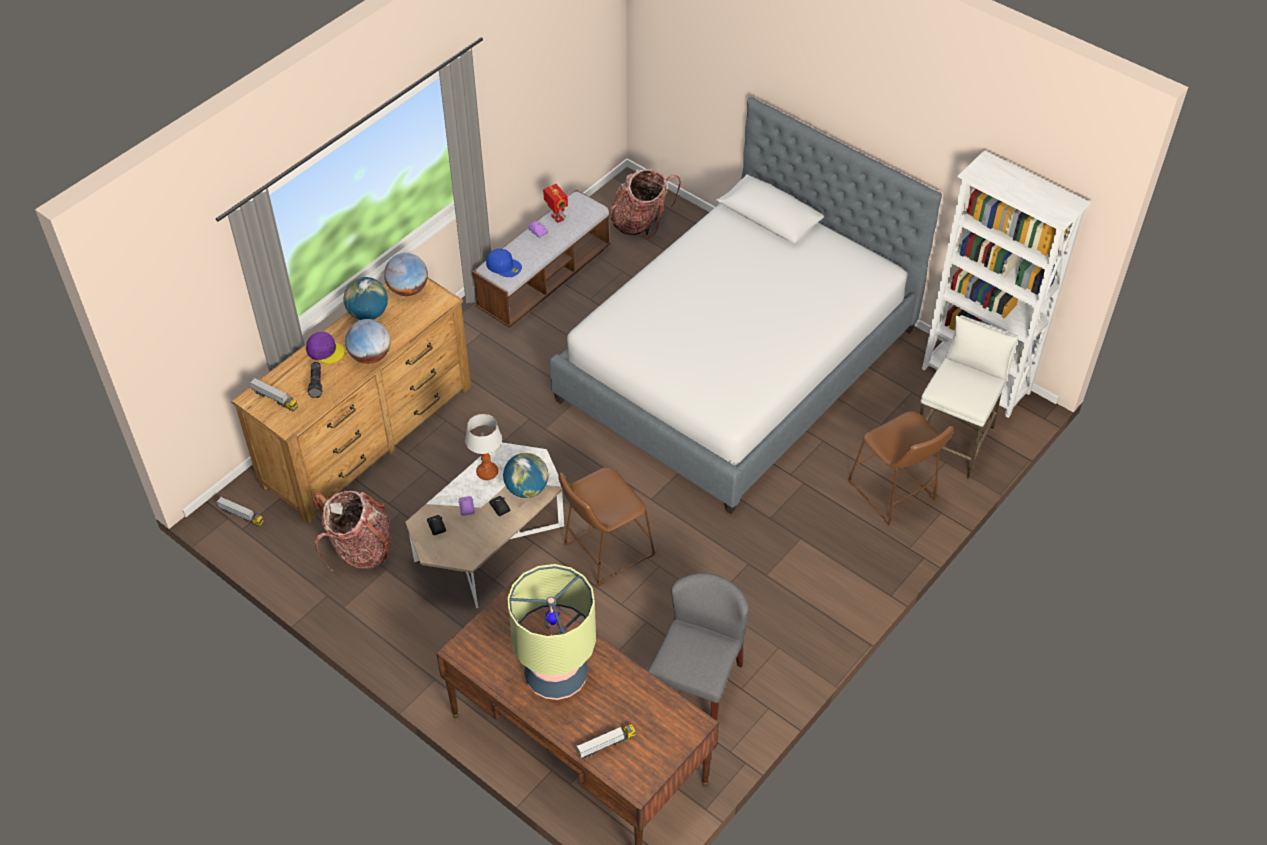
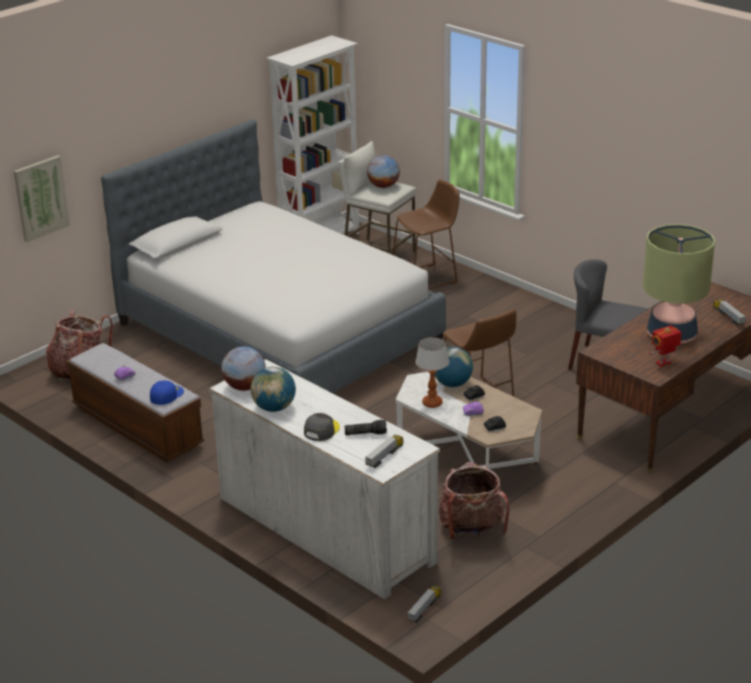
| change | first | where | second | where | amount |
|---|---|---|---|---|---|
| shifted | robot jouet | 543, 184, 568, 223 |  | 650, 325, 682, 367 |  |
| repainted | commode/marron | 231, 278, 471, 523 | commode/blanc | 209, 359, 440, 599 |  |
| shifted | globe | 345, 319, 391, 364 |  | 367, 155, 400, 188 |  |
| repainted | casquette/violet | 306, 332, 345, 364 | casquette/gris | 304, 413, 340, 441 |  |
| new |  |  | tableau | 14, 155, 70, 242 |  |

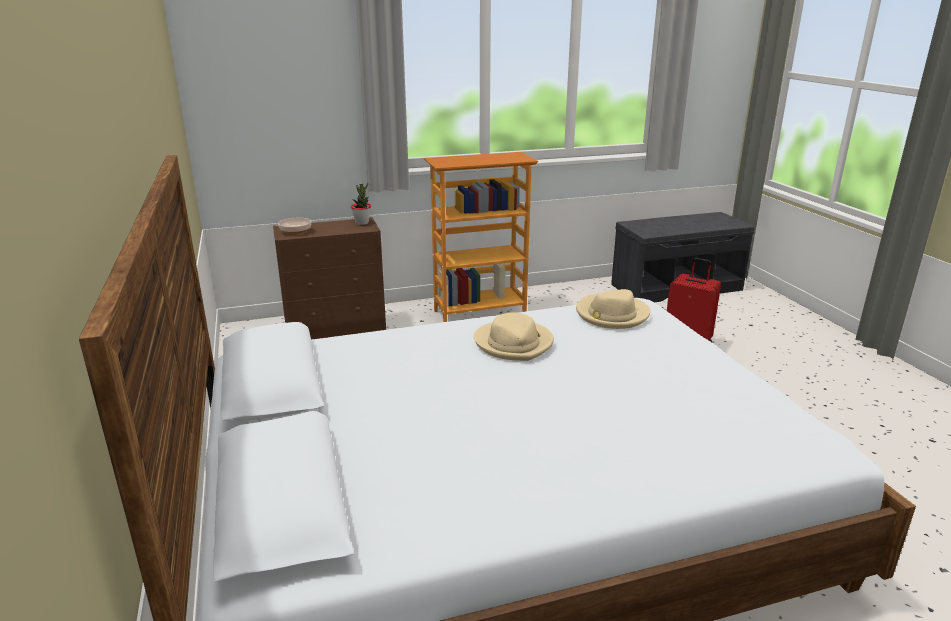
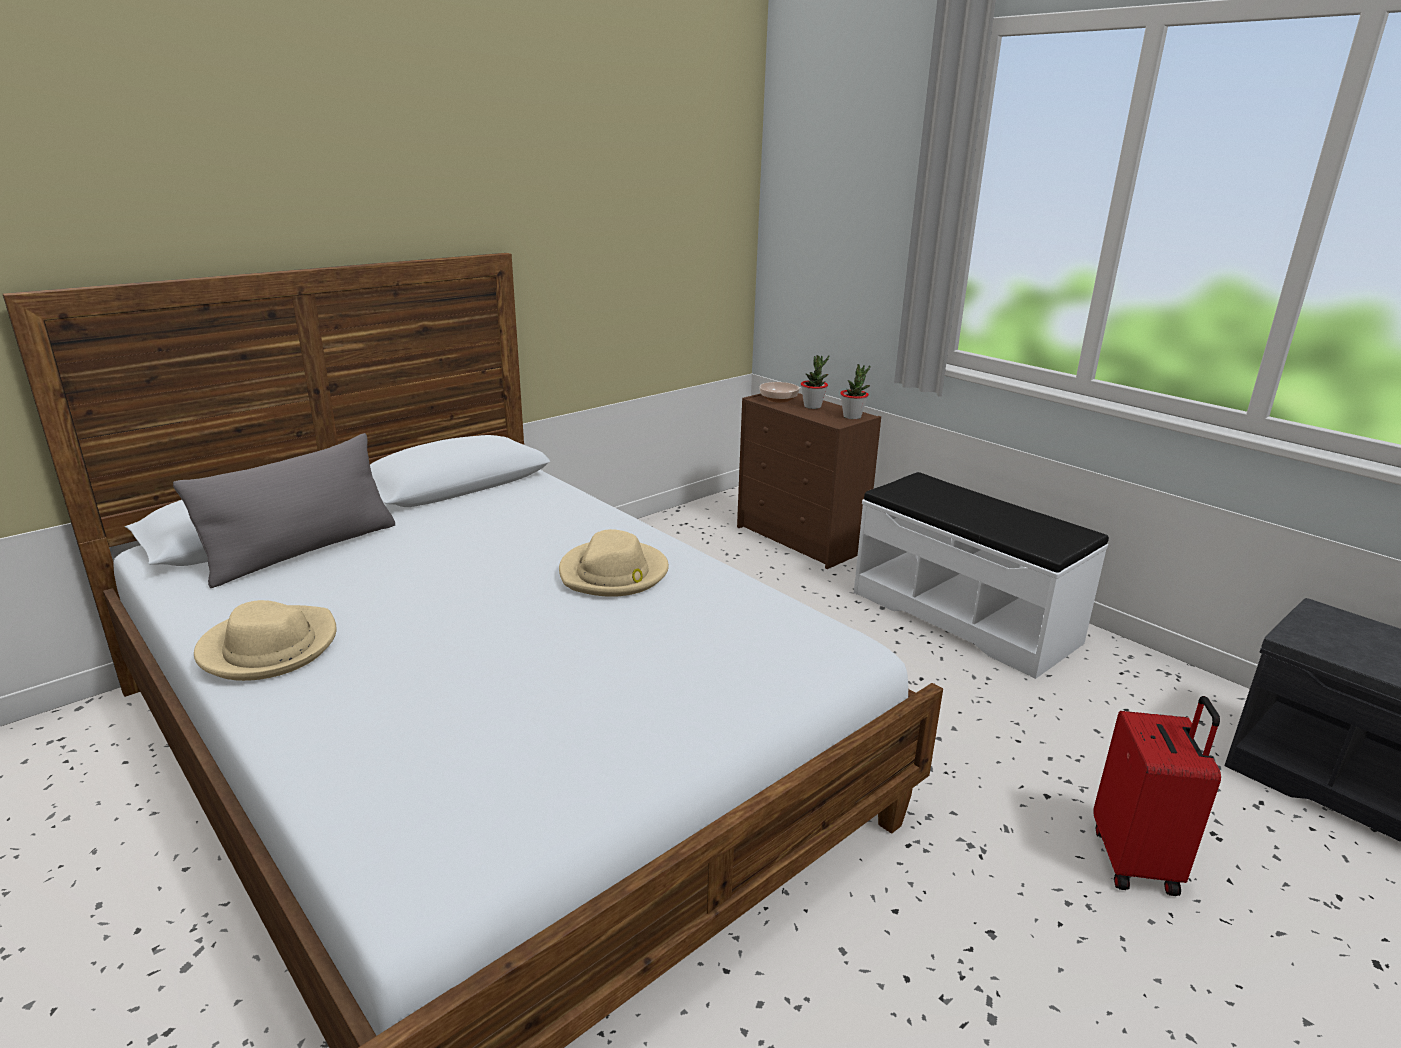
| change | first | where | second | where | amount |
|---|---|---|---|---|---|
| swapped | bibliothèque | 424, 152, 538, 322 | banc/blanc | 854, 472, 1109, 679 |  |
| shifted | chapeau/beige | 576, 289, 650, 329 |  | 194, 600, 337, 681 |  |
| new |  |  | plante en pot | 801, 355, 829, 409 |  |
| new |  |  | coussin/gris | 173, 433, 395, 588 |  |

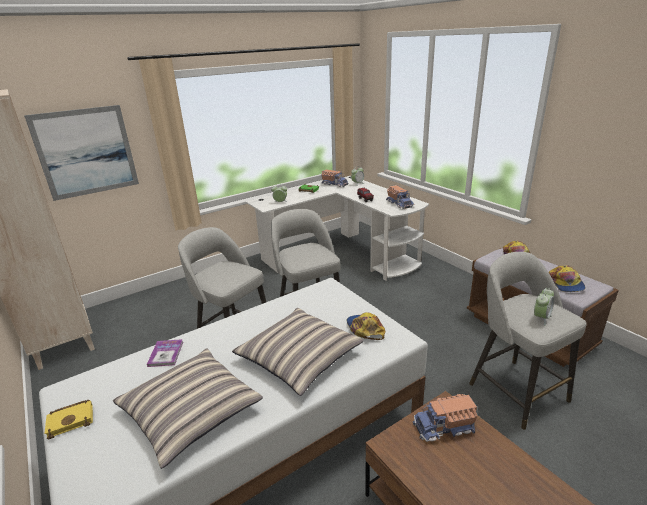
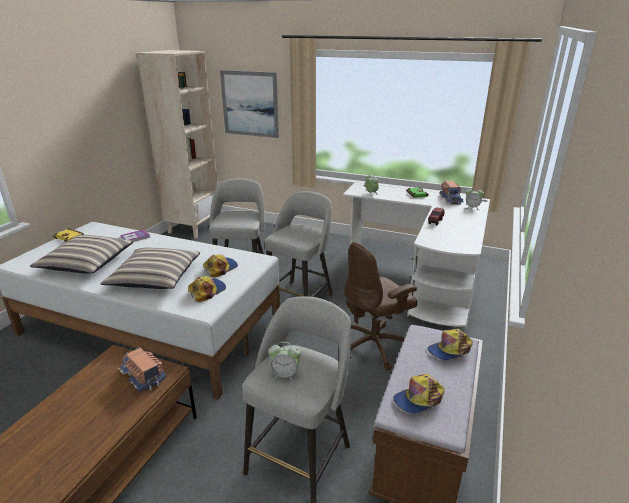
| change | first | where | second | where | amount |
|---|---|---|---|---|---|
| gone | camion jouet | 386, 185, 414, 209 |  |  |  |
| new |  |  | chaise de bureau/marron | 344, 242, 418, 370 |  |
| new |  |  | casquette | 203, 255, 238, 277 |  |

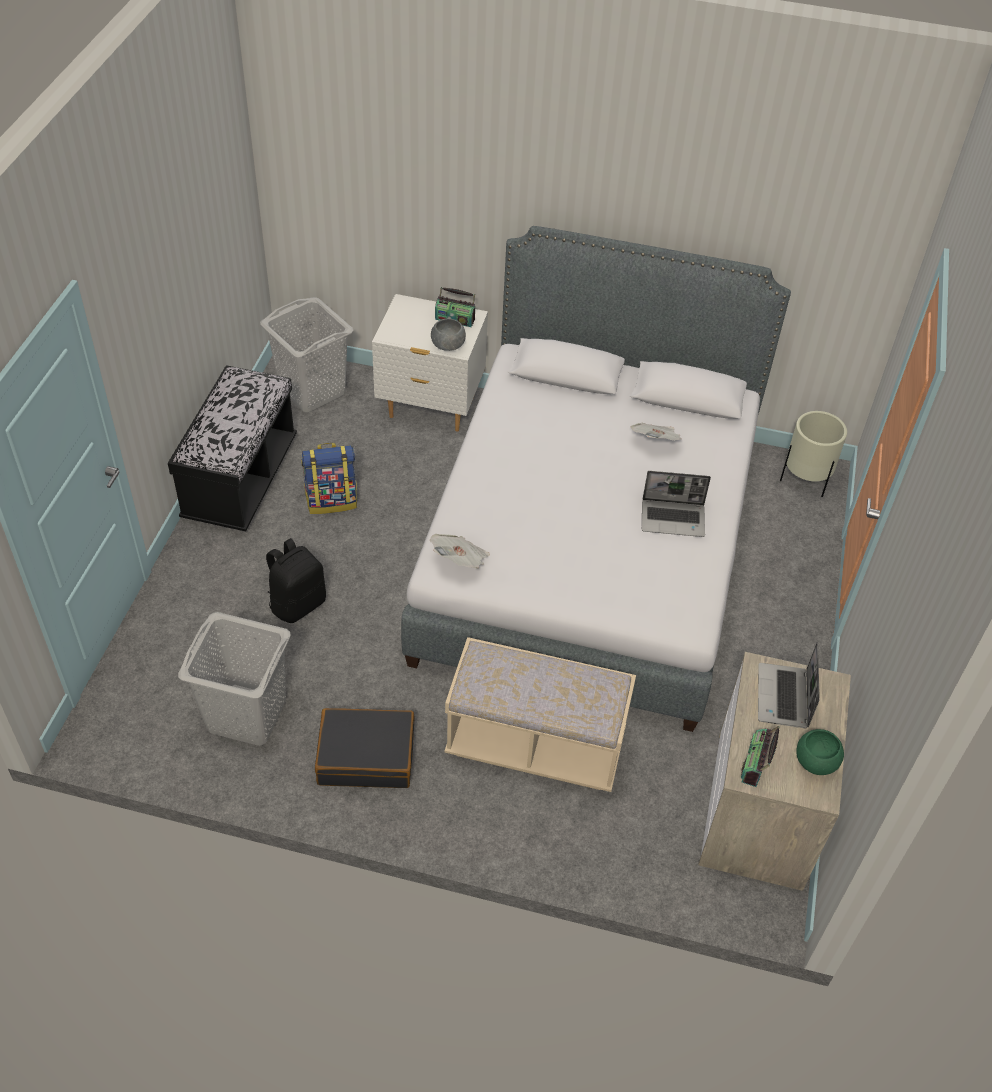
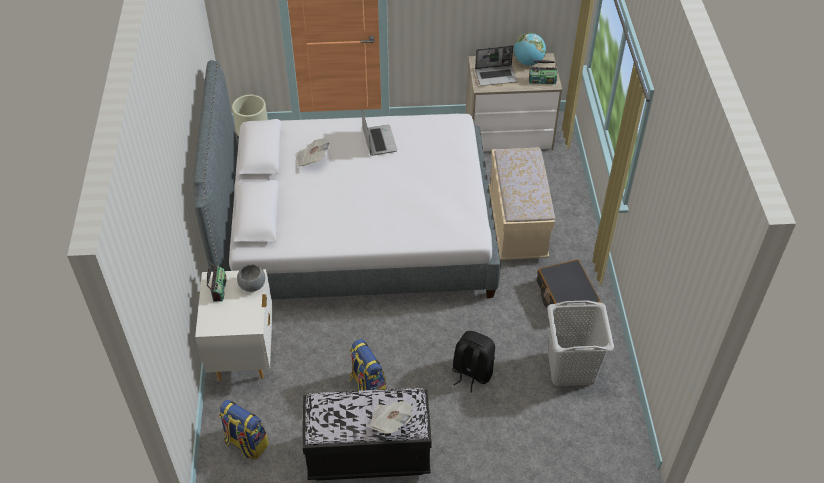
| change | first | where | second | where | amount |
|---|---|---|---|---|---|
| swapped | panier à linge/gris | 260, 297, 353, 412 | sac à dos | 219, 400, 269, 459 |  |
| shifted | journal | 430, 534, 490, 569 |  | 369, 401, 413, 434 |  |
| swapped | bol/vert | 796, 729, 844, 775 | globe | 514, 33, 546, 66 |  |

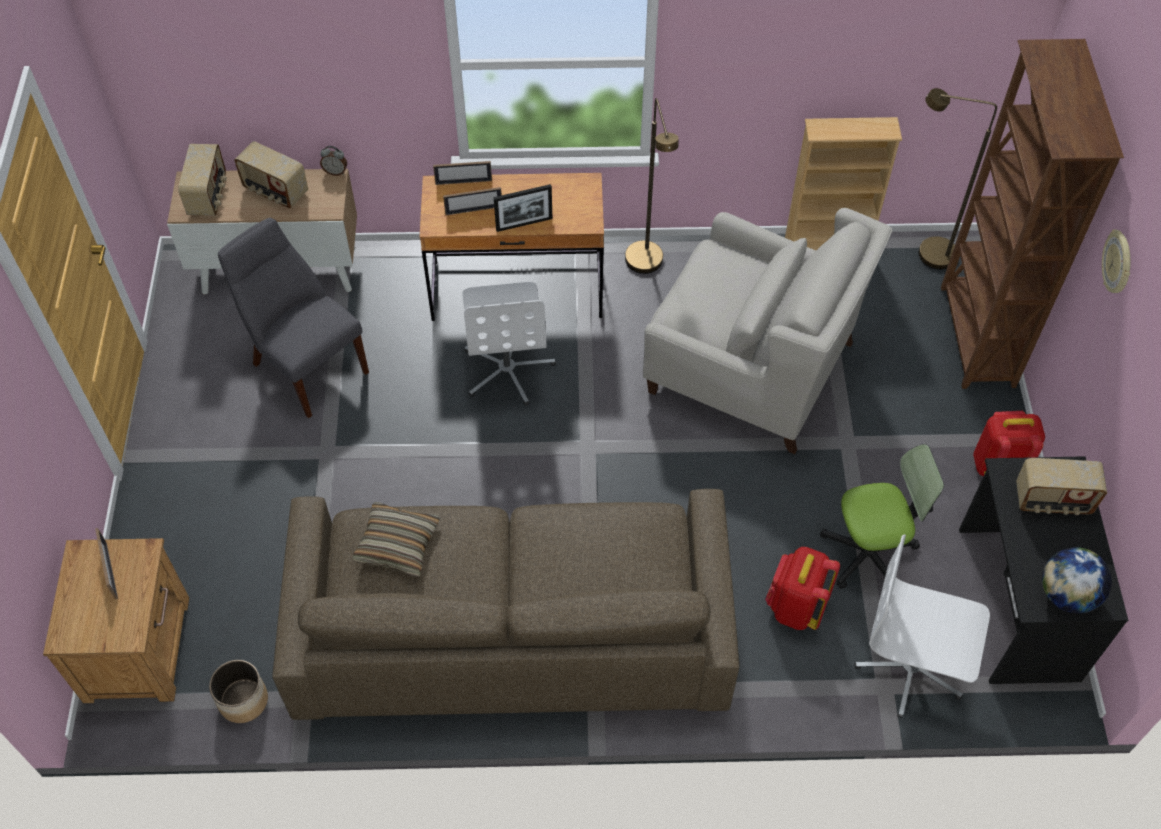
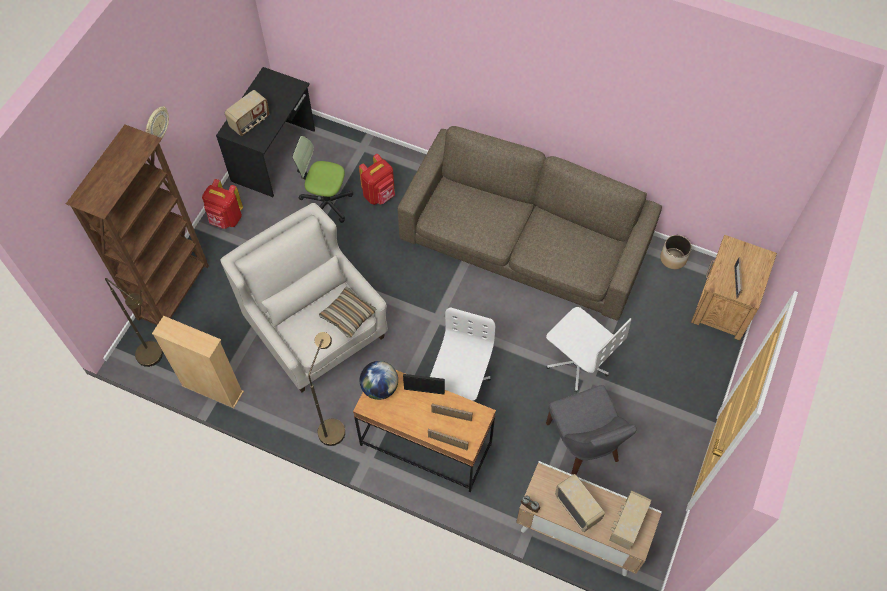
| change | first | where | second | where | amount |
|---|---|---|---|---|---|
| rotated | radio | 1016, 458, 1107, 515 |  | 225, 90, 270, 136 | 105 degrees clockwise |
| shifted | coussin | 352, 502, 440, 577 |  | 319, 287, 376, 338 |  |
| shifted | chaise de bureau/blanc | 855, 534, 990, 718 |  | 546, 307, 631, 392 |  |
| shifted | globe | 1042, 547, 1112, 613 |  | 360, 361, 398, 400 |  |

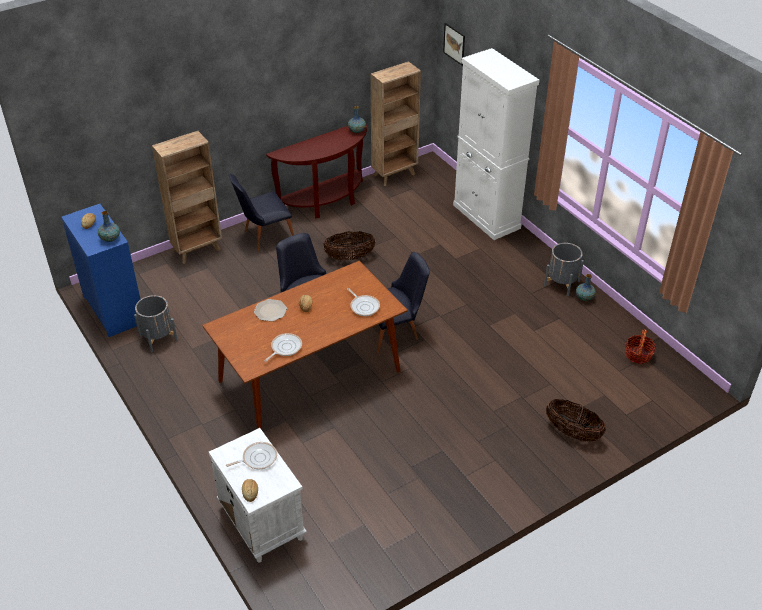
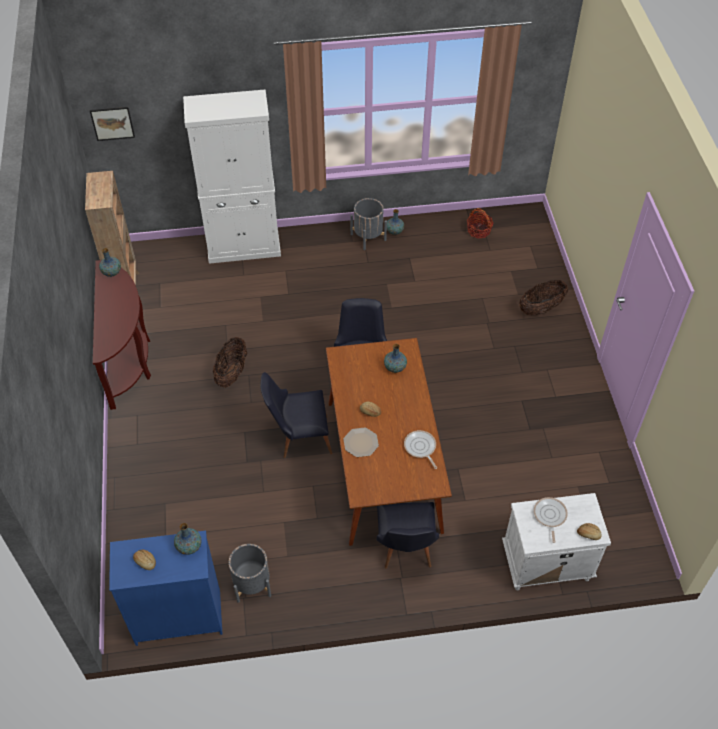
| change | first | where | second | where | amount |
|---|---|---|---|---|---|
| gone | bibliothèque/marron | 152, 131, 222, 264 |  |  |  |
| shifted | chaise/noir | 229, 174, 294, 251 |  | 377, 502, 439, 569 |  |
| swapped | poêle | 347, 288, 380, 316 | vase | 384, 344, 407, 373 |  |

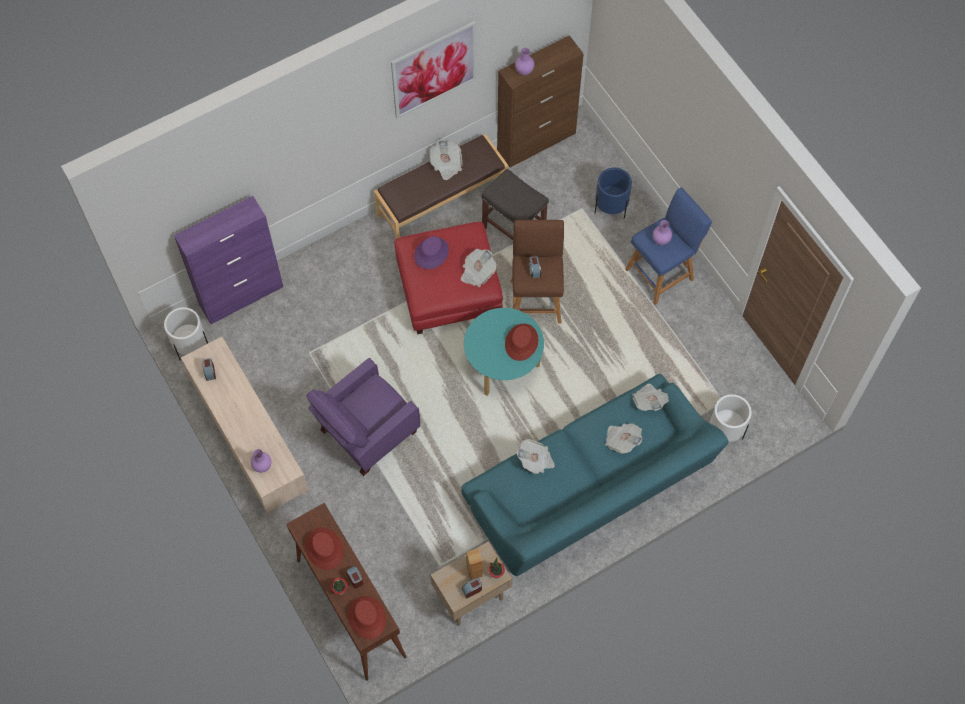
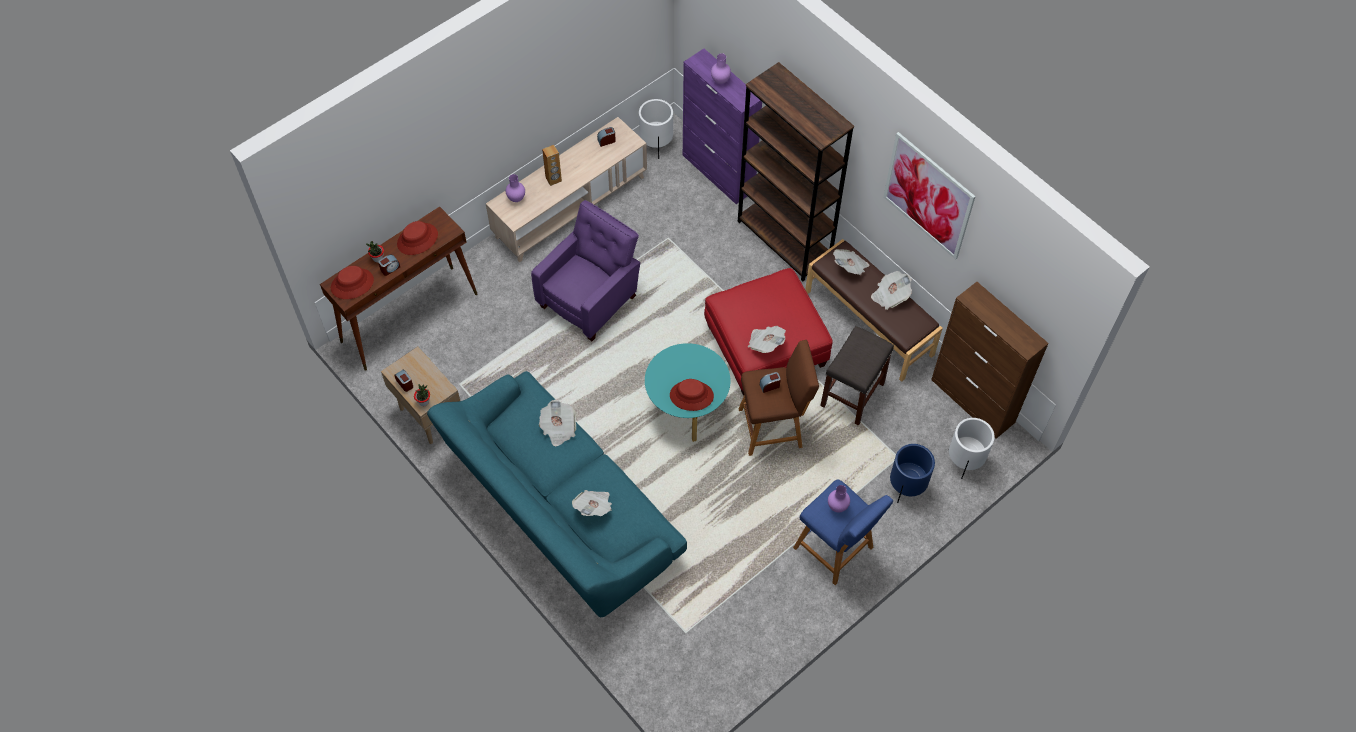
| change | first | where | second | where | amount |
|---|---|---|---|---|---|
| shifted | vase/violet | 515, 48, 534, 75 |  | 711, 53, 731, 84 |  |
| gone | chapeau/violet | 414, 236, 449, 269 |  |  |  |
| rotated | fauteuil/violet | 306, 358, 420, 476 |  | 531, 200, 640, 341 | 90 degrees clockwise |
| shifted | journal | 632, 384, 669, 411 |  | 833, 249, 870, 275 |  |
| shifted | cache-pot/blanc | 710, 394, 752, 442 |  | 949, 418, 995, 479 |  |
| shifted | enceinte/marron | 466, 548, 483, 580 |  | 542, 145, 562, 186 |  |
| new |  |  | bibliothèque/marron | 738, 62, 854, 282 |  |

